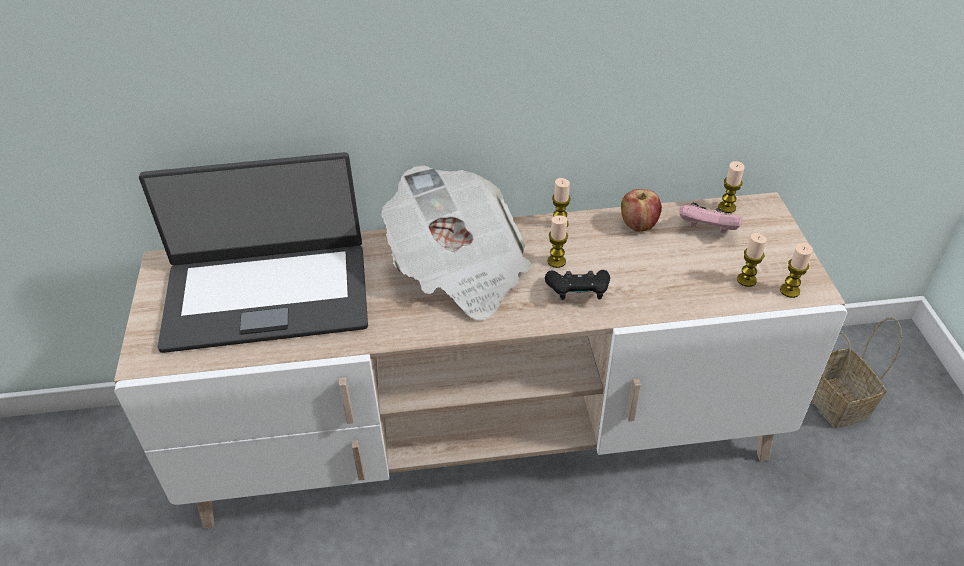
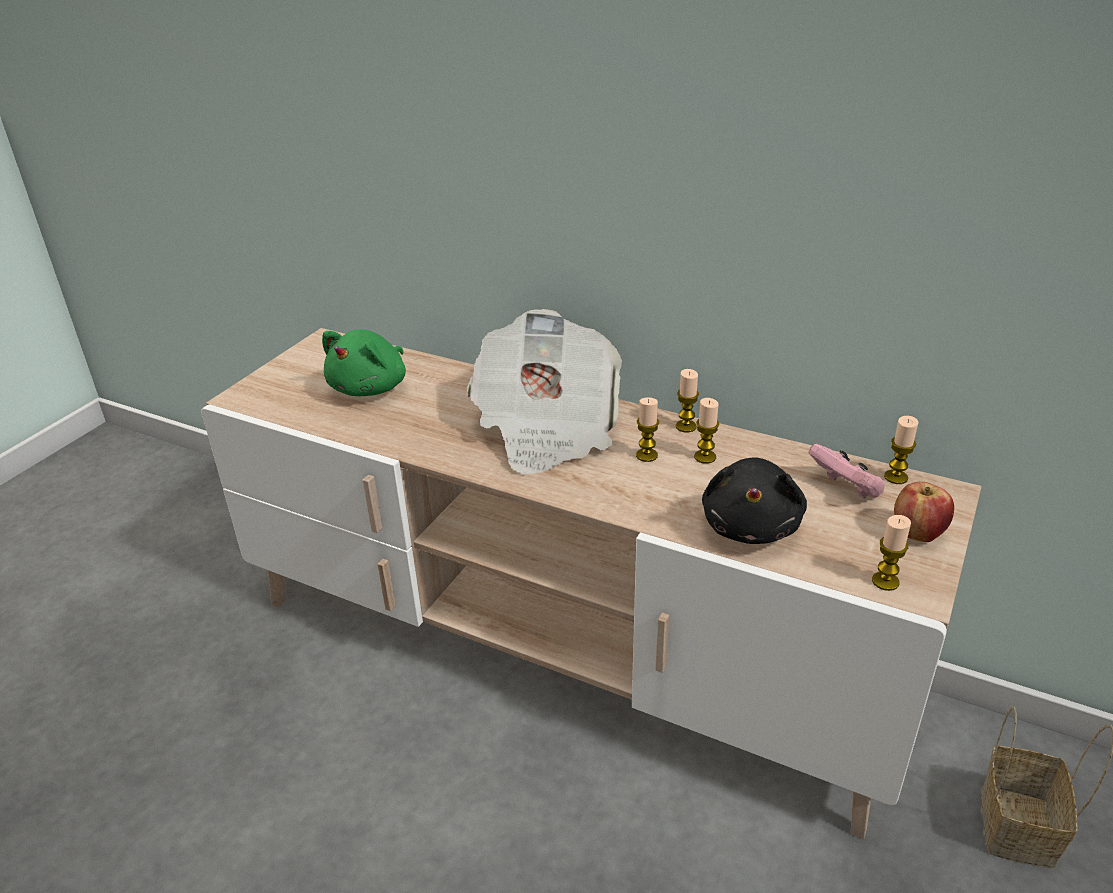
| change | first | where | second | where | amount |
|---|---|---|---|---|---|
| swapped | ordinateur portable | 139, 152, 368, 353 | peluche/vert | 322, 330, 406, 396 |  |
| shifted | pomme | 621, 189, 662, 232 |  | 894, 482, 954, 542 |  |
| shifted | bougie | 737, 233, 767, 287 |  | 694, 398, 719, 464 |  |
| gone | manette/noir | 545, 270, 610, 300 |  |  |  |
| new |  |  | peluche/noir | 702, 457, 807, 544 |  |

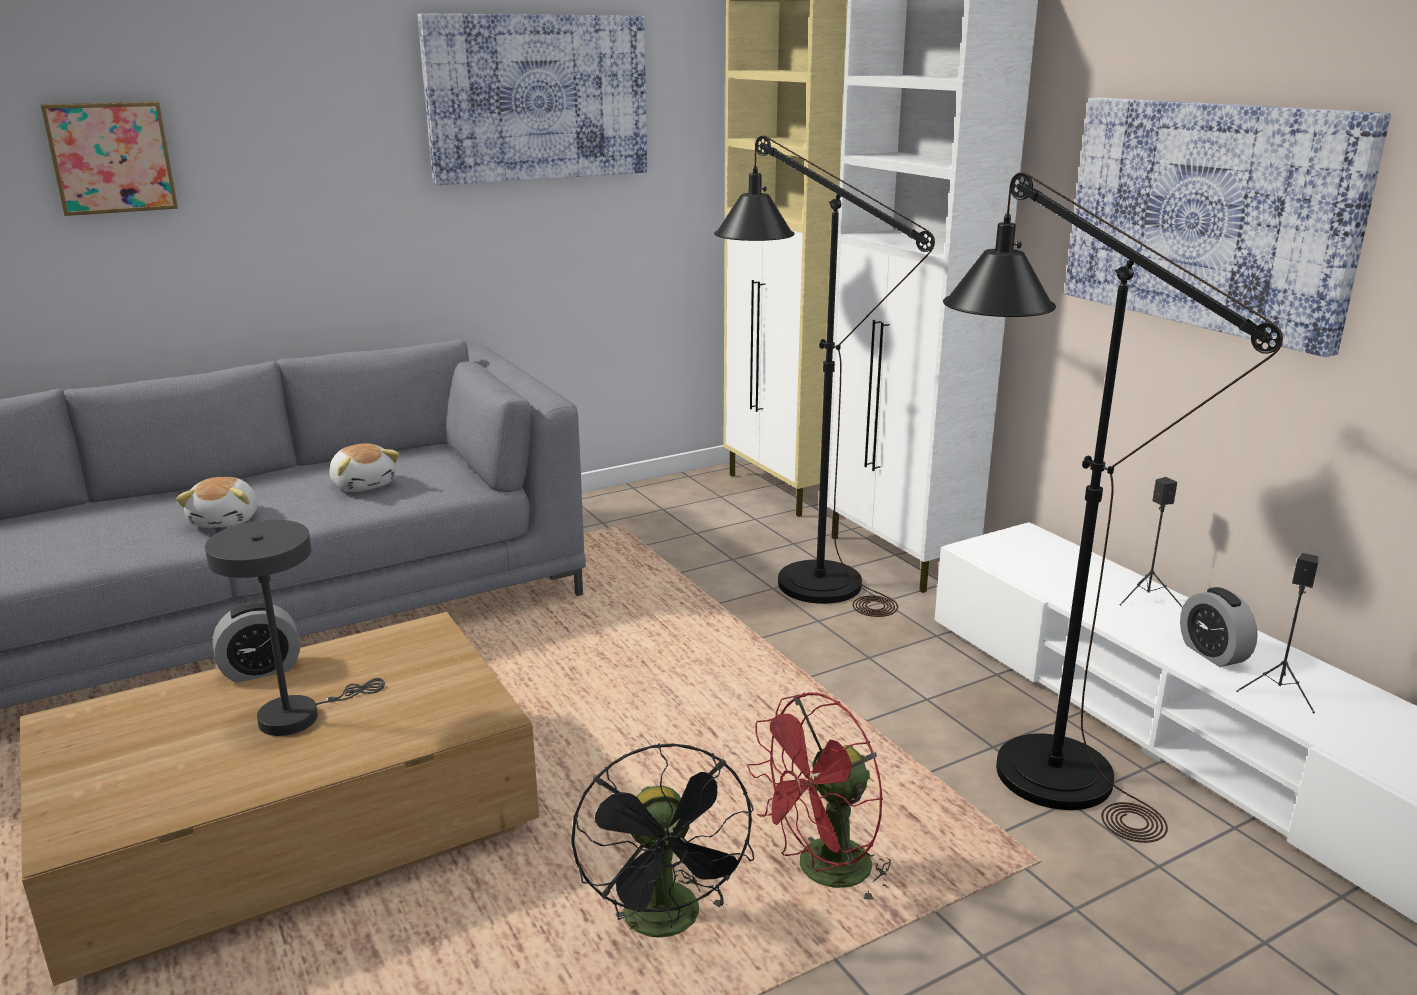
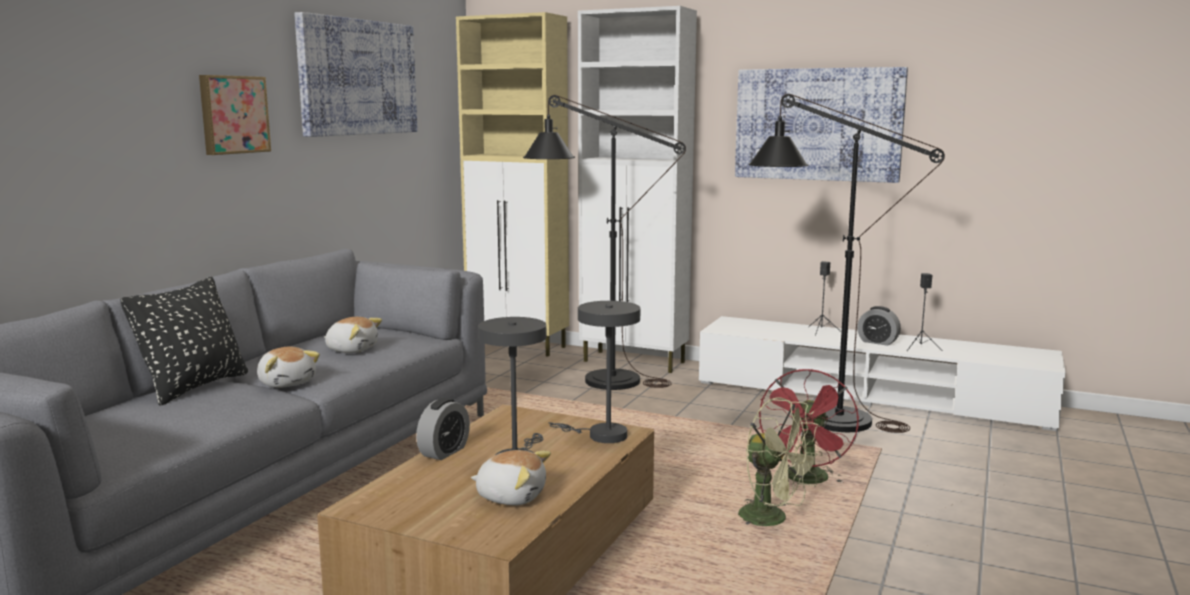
| change | first | where | second | where | amount |
|---|---|---|---|---|---|
| shifted | tableau | 40, 101, 178, 216 |  | 199, 75, 271, 155 |  |
| repainted | ventilateur/noir | 571, 743, 754, 937 | ventilateur/vert | 738, 397, 823, 526 |  |
| new |  |  | coussin/noir | 120, 277, 248, 406 |  |
| new |  |  | lampe de table/gris | 548, 301, 640, 443 |  |
| new |  |  | peluche | 471, 450, 551, 505 |  |

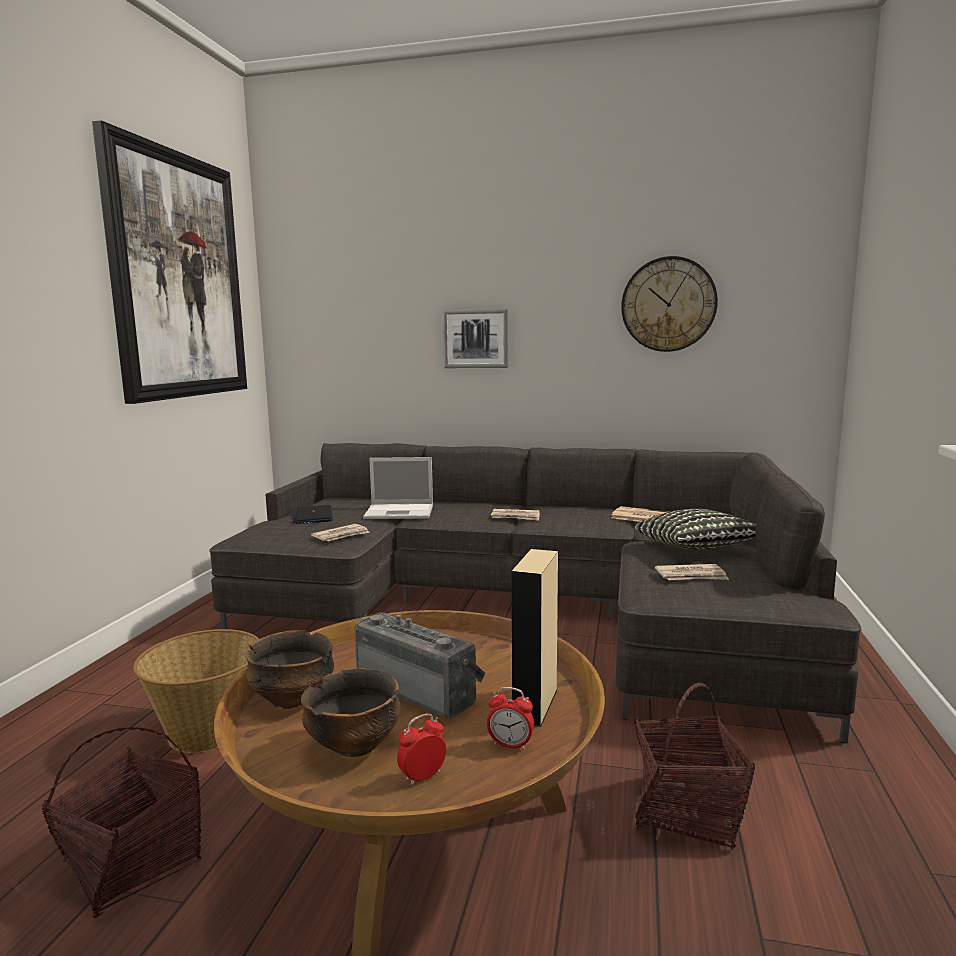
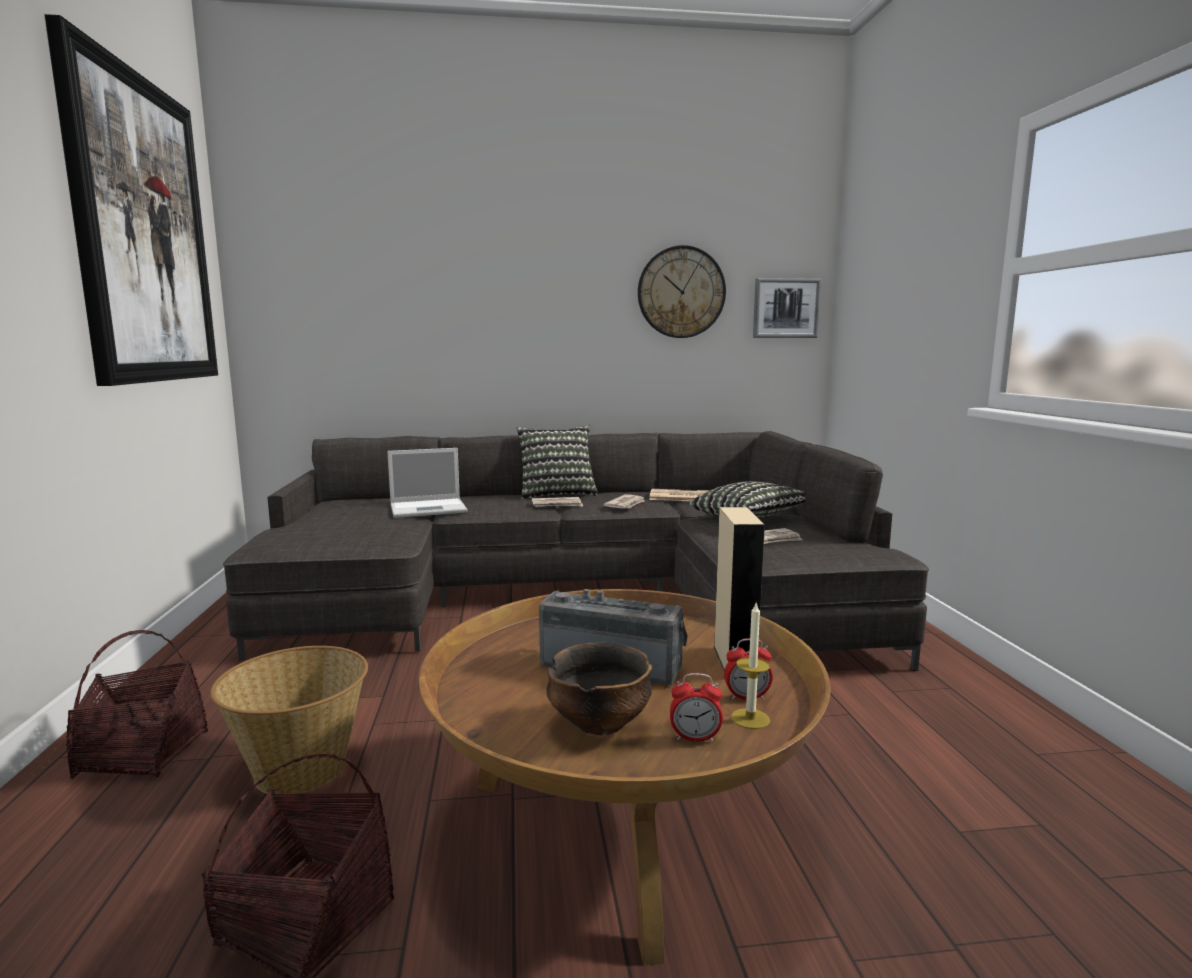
| change | first | where | second | where | amount |
|---|---|---|---|---|---|
| shifted | tableau | 443, 309, 508, 368 |  | 753, 278, 821, 338 |  |
| gone | ordinateur portable | 293, 505, 333, 524 |  |  |  |
| shifted | journal | 311, 524, 370, 541 |  | 603, 494, 645, 509 |  |
| gone | bol | 245, 630, 334, 709 |  |  |  |
| shifted | panier | 634, 683, 755, 850 |  | 66, 630, 208, 779 |  |
| rotated | réveil | 397, 714, 446, 785 |  | 670, 673, 723, 742 | 120 degrees counterclockwise |
| new |  |  | coussin | 517, 425, 599, 500 |  |
| new |  |  | bougie | 731, 603, 770, 729 |  |

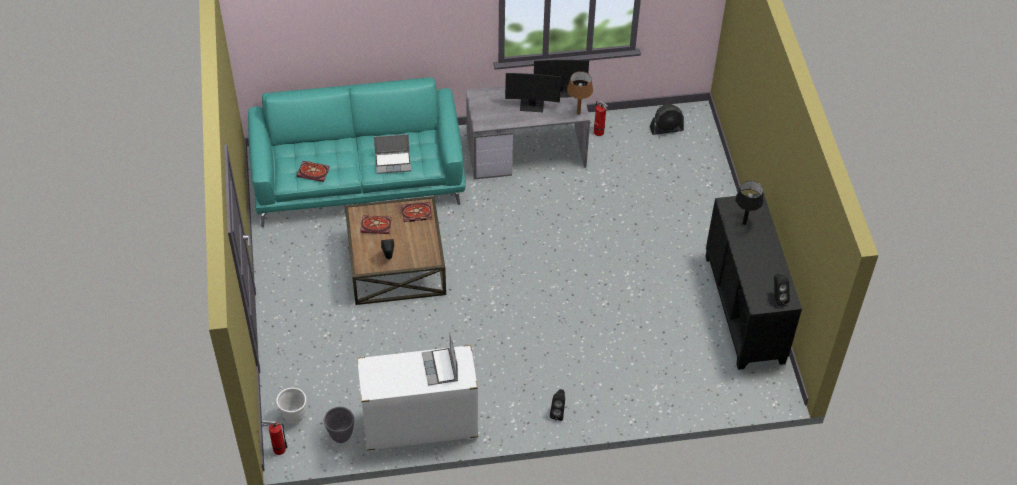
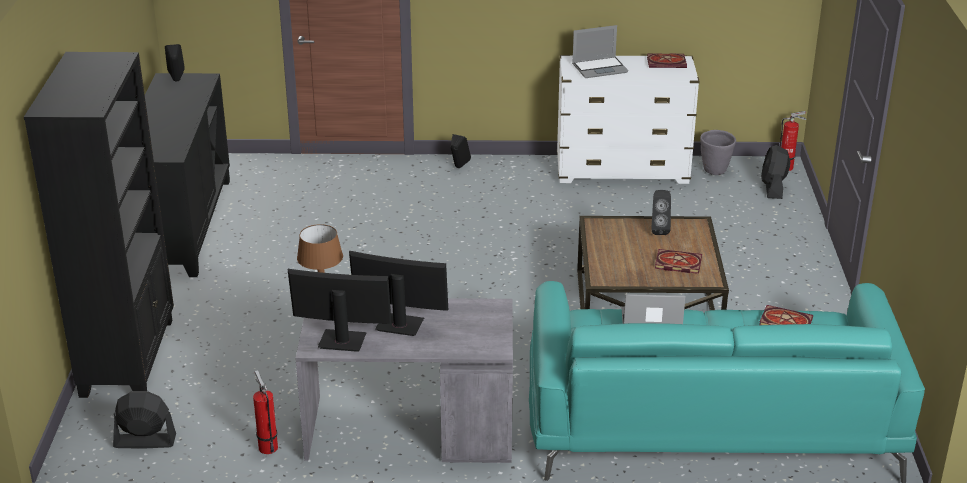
| change | first | where | second | where | amount |
|---|---|---|---|---|---|
| gone | lampe de table/noir | 735, 181, 764, 225 |  |  |  |
| shifted | livre | 402, 202, 432, 222 |  | 647, 53, 687, 68 |  |
| rotated | ordinateur portable | 422, 331, 458, 386 |  | 572, 25, 628, 78 | 75 degrees clockwise |
| swapped | cache-pot/blanc | 276, 388, 306, 424 | ventilateur/noir | 761, 145, 790, 199 |  |
| new |  |  | bibliothèque/noir | 24, 52, 174, 398 |  |

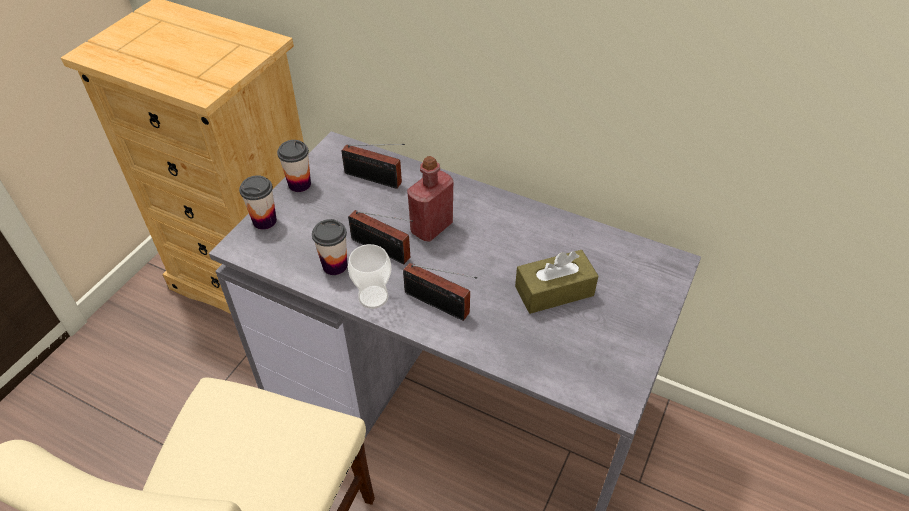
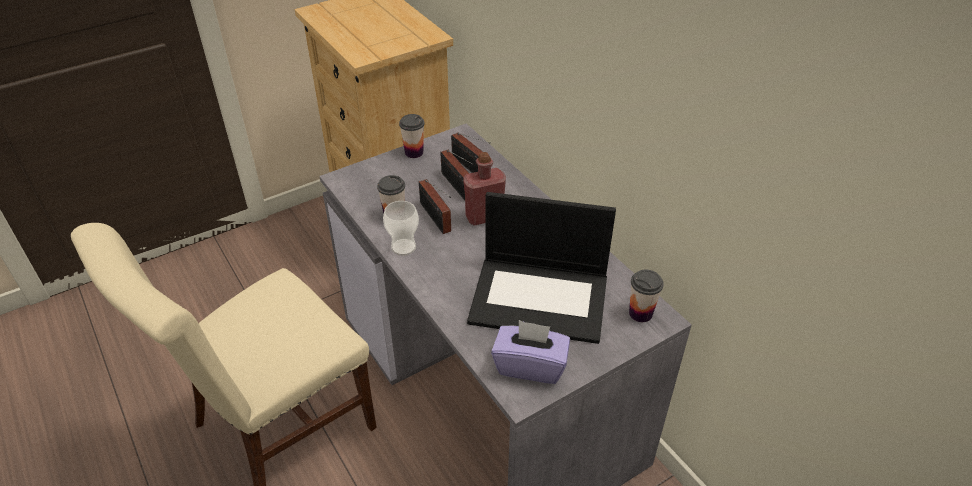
| change | first | where | second | where | amount |
|---|---|---|---|---|---|
| shifted | tasse | 239, 175, 277, 230 |  | 629, 270, 664, 322 |  |
| swapped | boîte à mouchoirs/marron | 515, 250, 598, 314 | ordinateur portable | 467, 192, 616, 344 |  |
| shifted | radio | 403, 263, 477, 321 |  | 440, 150, 474, 200 |  |
| new |  |  | boîte à mouchoirs/violet | 491, 320, 570, 384 |  |

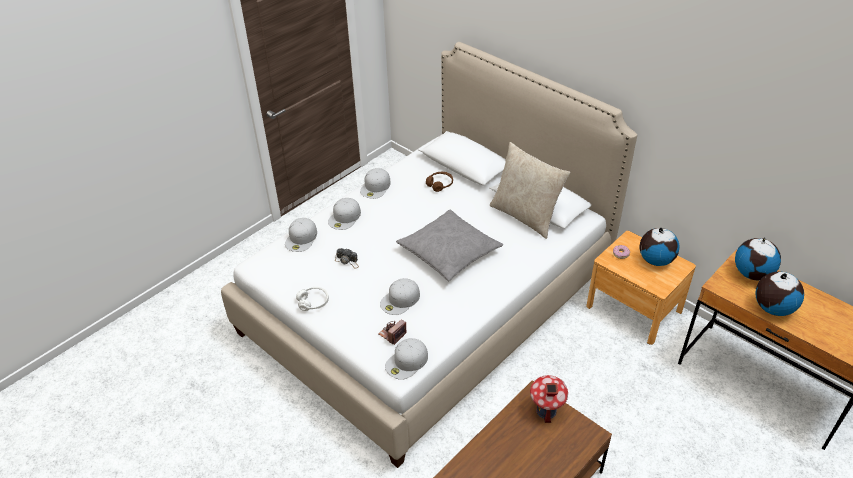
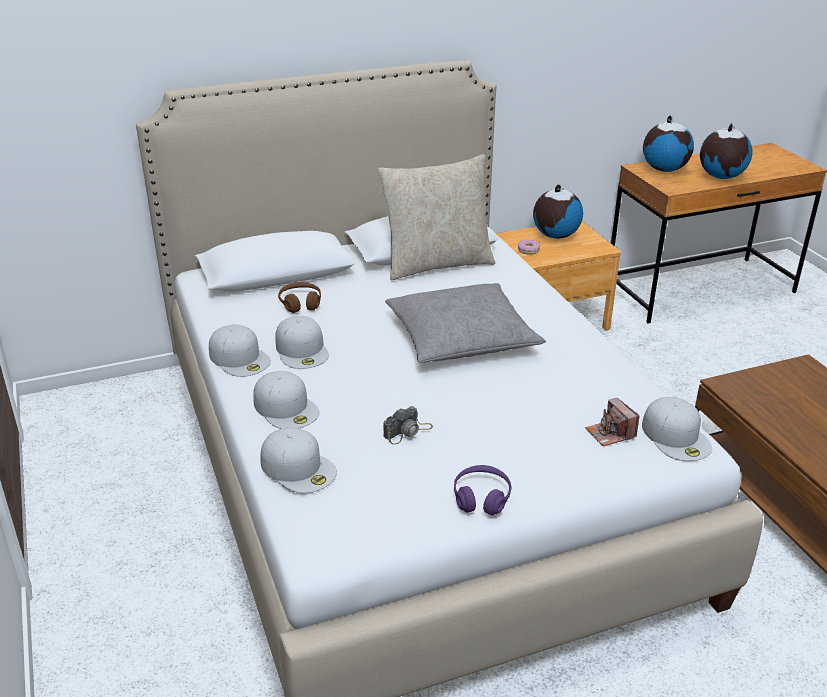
| change | first | where | second | where | amount |
|---|---|---|---|---|---|
| shifted | casquette/blanc | 380, 278, 420, 315 |  | 275, 316, 329, 369 |  |
| repainted | casque audio/blanc | 296, 287, 329, 311 | casque audio/violet | 454, 465, 512, 515 |  |
| gone | maison miniature | 530, 375, 568, 423 |  |  |  |

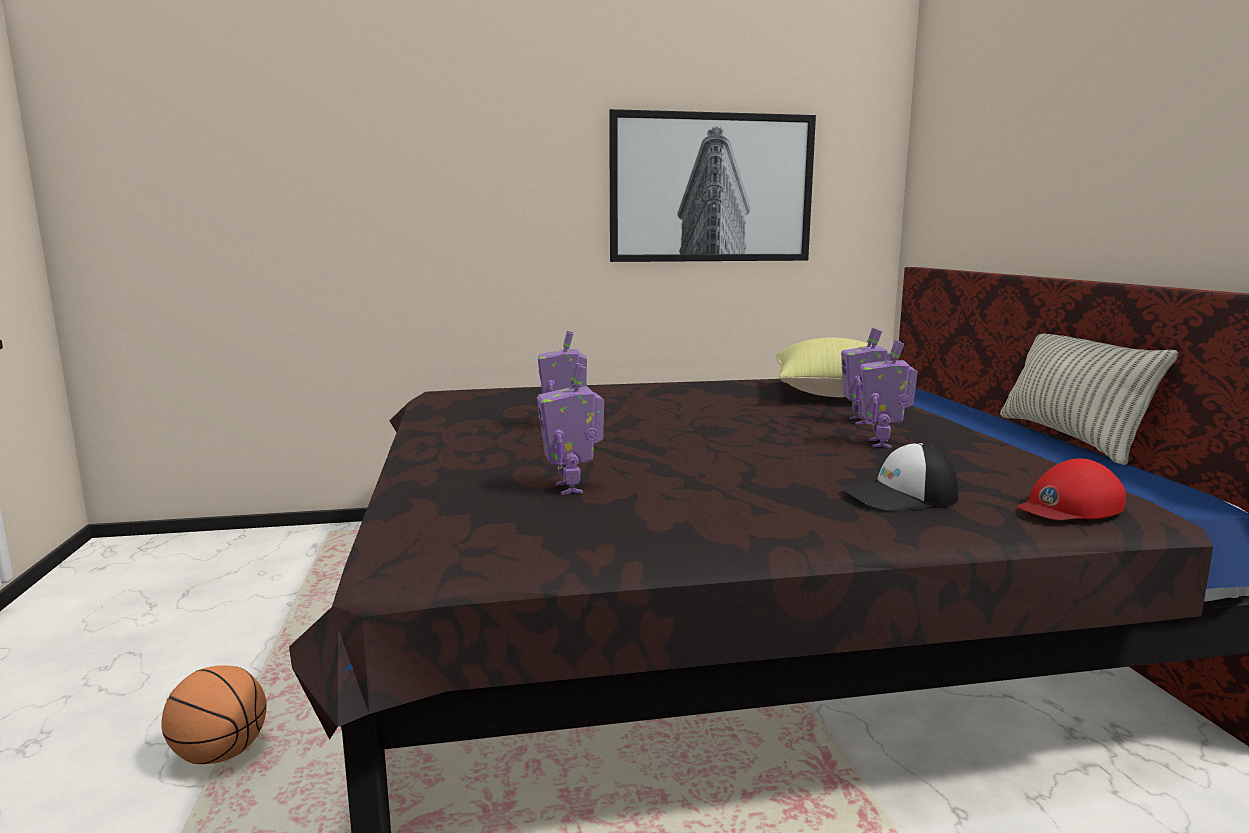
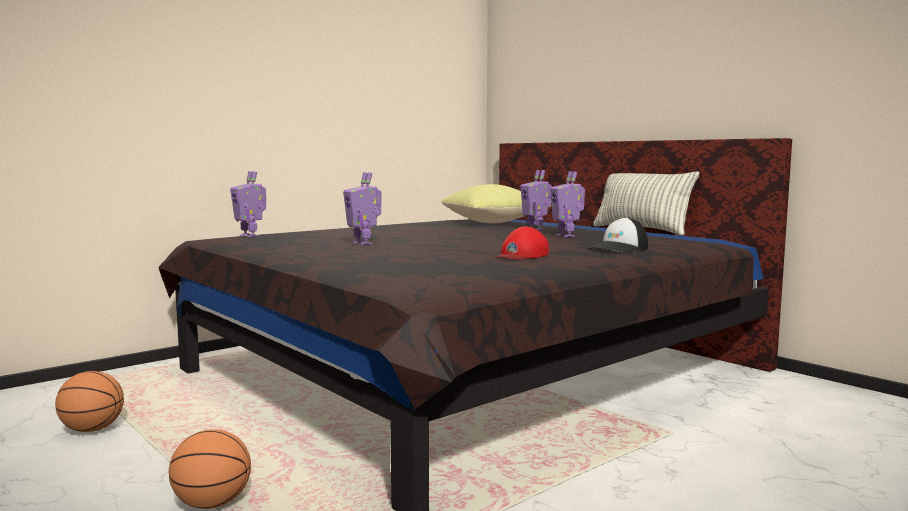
| change | first | where | second | where | amount |
|---|---|---|---|---|---|
| gone | tableau | 609, 109, 816, 262 |  |  |  |
| shifted | robot jouet | 537, 363, 604, 495 |  | 230, 171, 266, 237 |  |
| shifted | casquette/rouge | 1017, 458, 1126, 520 |  | 496, 226, 549, 260 |  |
| new |  |  | ballon de basket | 55, 371, 124, 432 |  |

